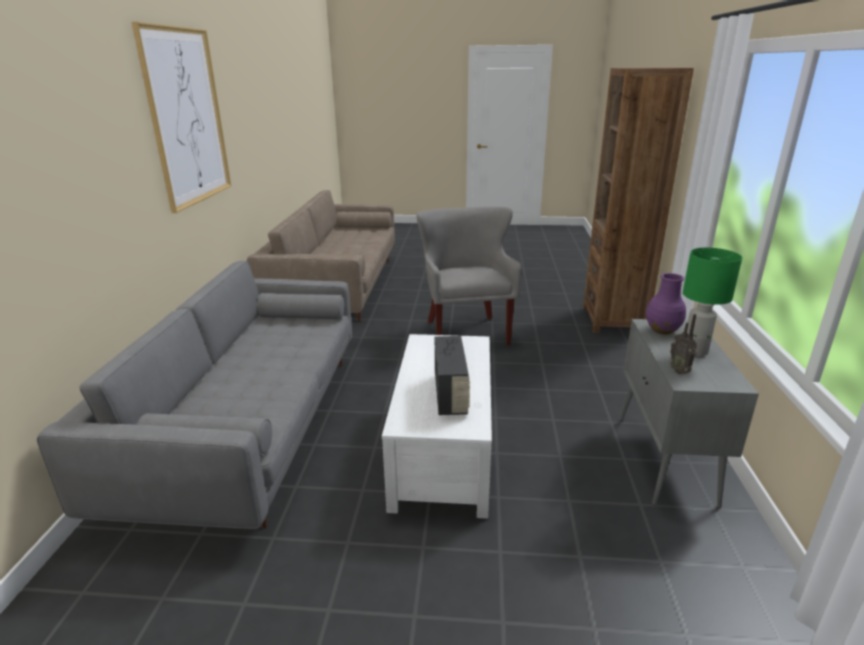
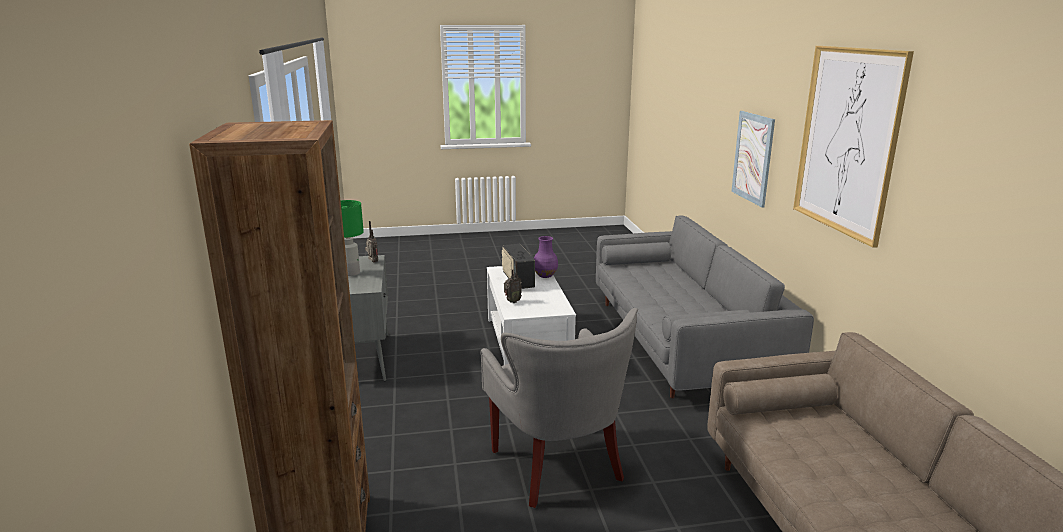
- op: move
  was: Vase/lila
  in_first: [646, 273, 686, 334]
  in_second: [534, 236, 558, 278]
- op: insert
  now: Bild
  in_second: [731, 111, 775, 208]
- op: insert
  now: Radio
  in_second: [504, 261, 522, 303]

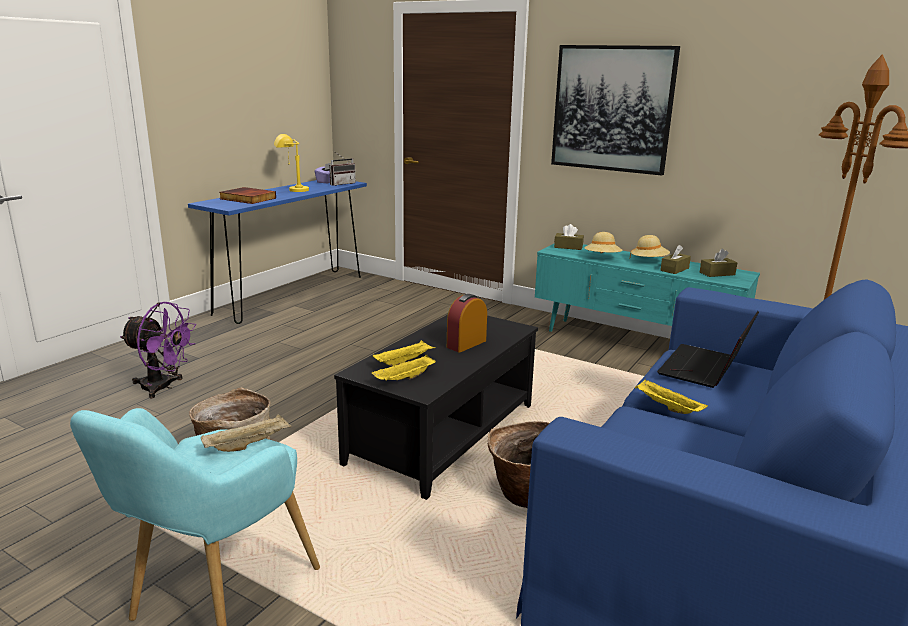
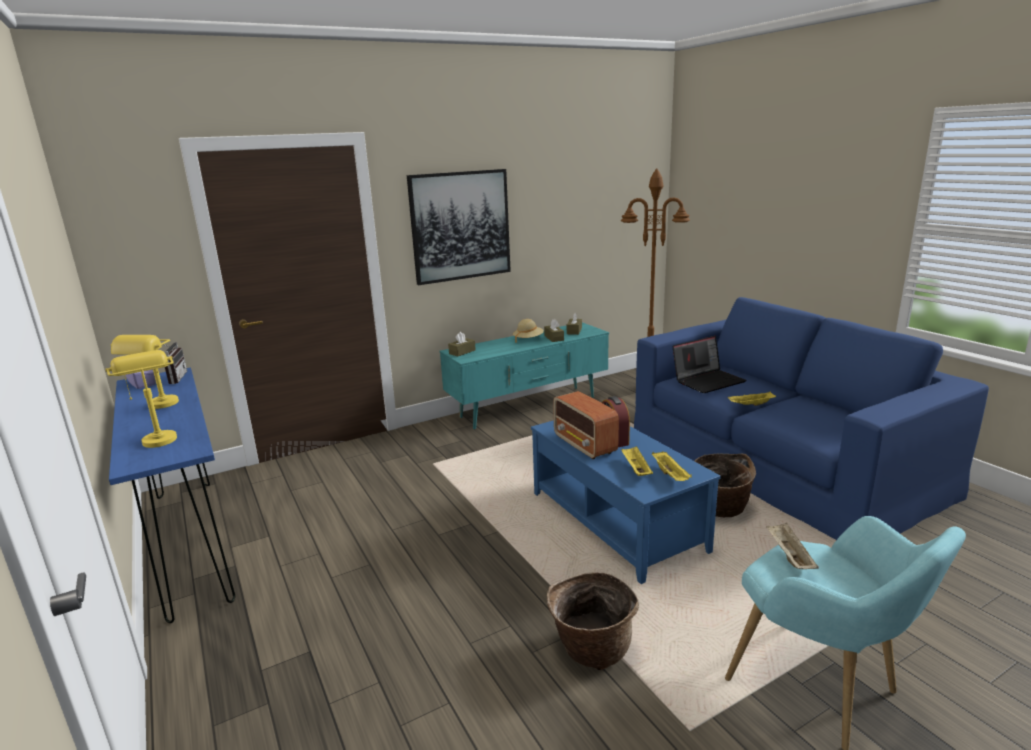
- op: replace
  was: Buch
  now: Tischlampe/gelb
  in_first: [219, 187, 276, 204]
  in_second: [105, 350, 177, 448]
- op: delete
  was: Hut/beige
  in_first: [584, 232, 622, 253]
- op: delete
  was: Ventilator/lila
  in_first: [120, 302, 196, 398]
- op: rotate
  was: Laptop
  in_first: [657, 311, 759, 388]
  in_second: [672, 336, 747, 393]
  clockwise: -90
- op: recolor
  was: Couchtisch/schwarz
  now: Couchtisch/blau
  in_first: [334, 314, 538, 500]
  in_second: [531, 420, 721, 584]
- op: insert
  now: Radio
  in_second: [553, 391, 619, 459]

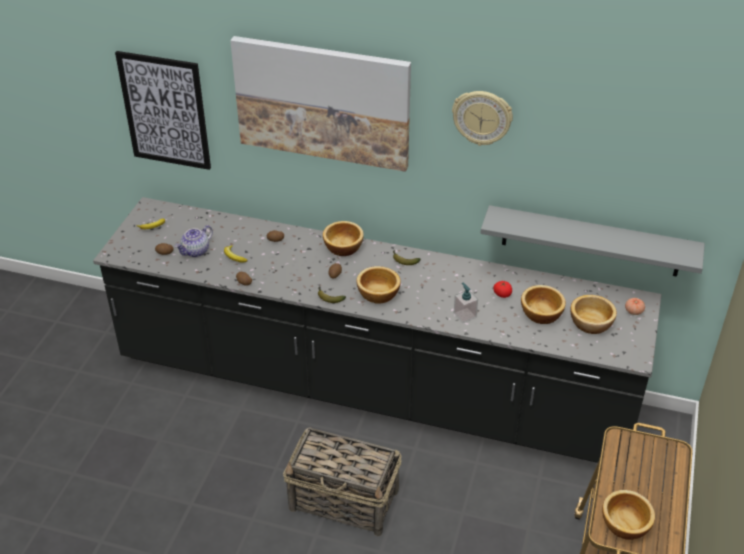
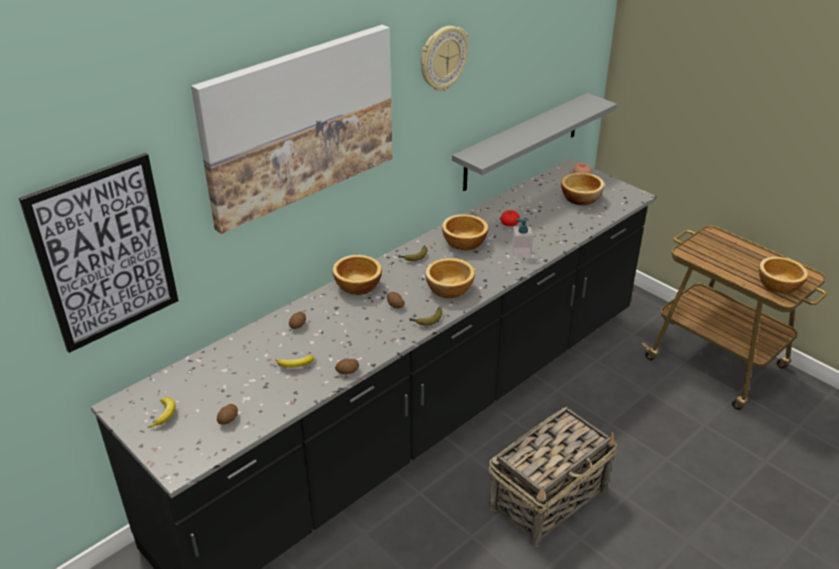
- op: delete
  was: Teekanne
  in_first: [175, 225, 213, 257]
- op: move
  was: Schüssel
  in_first: [521, 285, 566, 324]
  in_second: [442, 214, 488, 250]

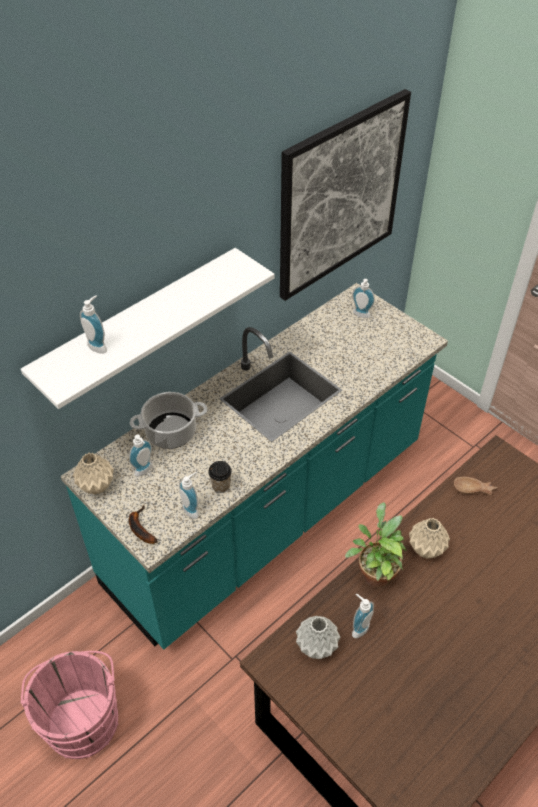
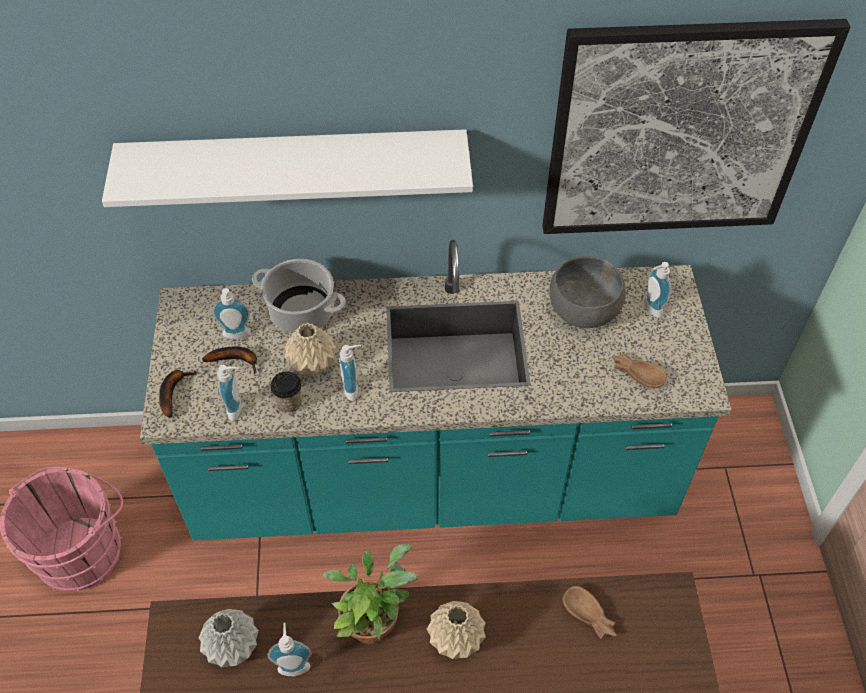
- op: move
  was: Seifenspender
  in_first: [80, 295, 107, 354]
  in_second: [339, 345, 361, 401]
- op: move
  was: Vase/beige
  in_first: [73, 453, 114, 495]
  in_second: [284, 323, 337, 377]
- op: insert
  now: Schüssel/grau
  in_second: [550, 256, 626, 328]
- op: insert
  now: Banane
  in_second: [202, 346, 257, 374]
- op: insert
  now: Schüssel/braun
  in_second: [612, 353, 667, 388]

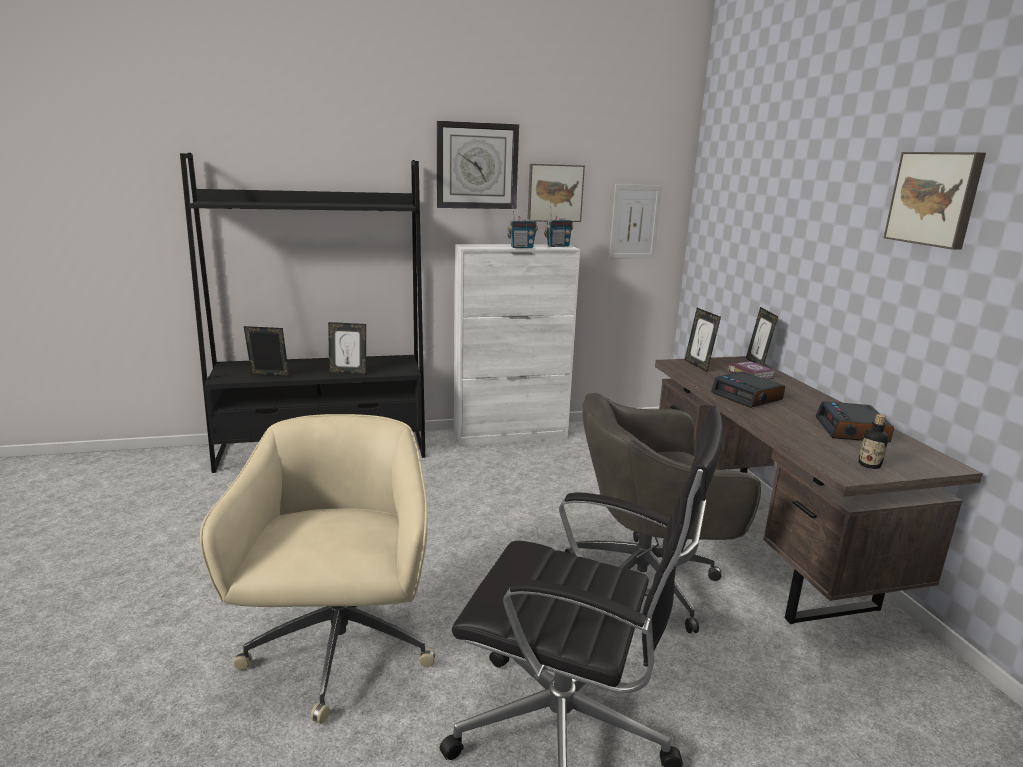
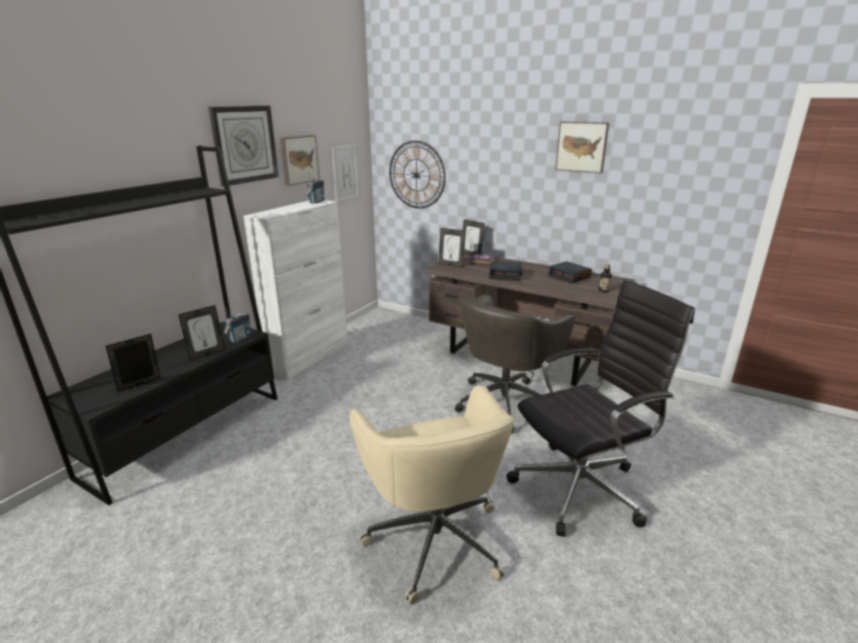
- op: move
  was: Radio
  in_first: [507, 206, 538, 248]
  in_second: [224, 308, 250, 343]
- op: rotate
  was: Bürostuhl/beige
  in_first: [200, 414, 435, 724]
  in_second: [349, 385, 515, 604]
  clockwise: -150
- op: insert
  now: Wanduhr
  in_second: [389, 140, 446, 209]

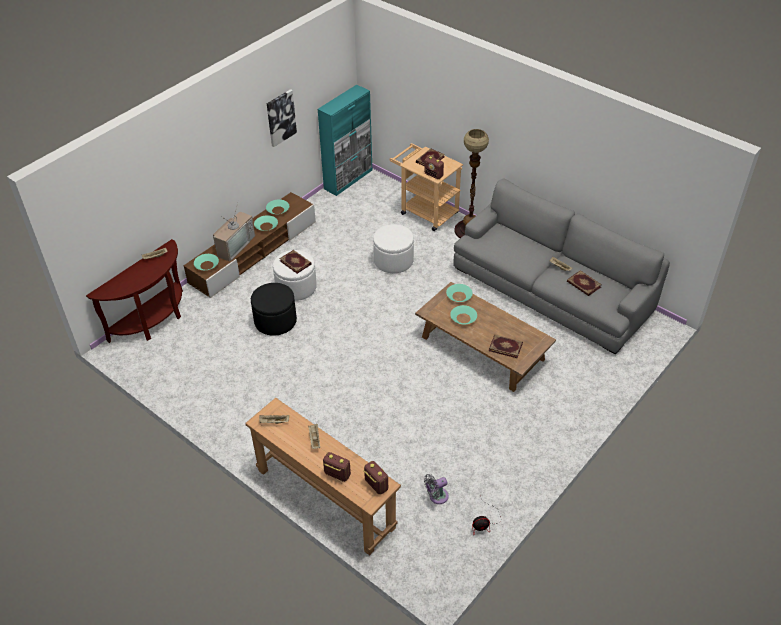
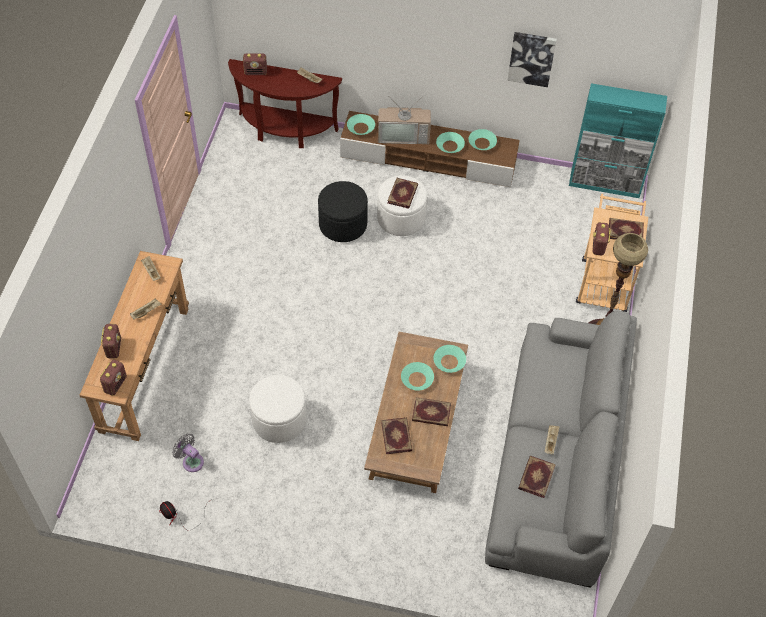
- op: move
  was: Polsterhocker/weiß
  in_first: [373, 224, 414, 273]
  in_second: [249, 375, 307, 443]
- op: insert
  now: Radio
  in_second: [243, 54, 267, 75]
- op: insert
  now: Buch
  in_second: [412, 397, 451, 426]

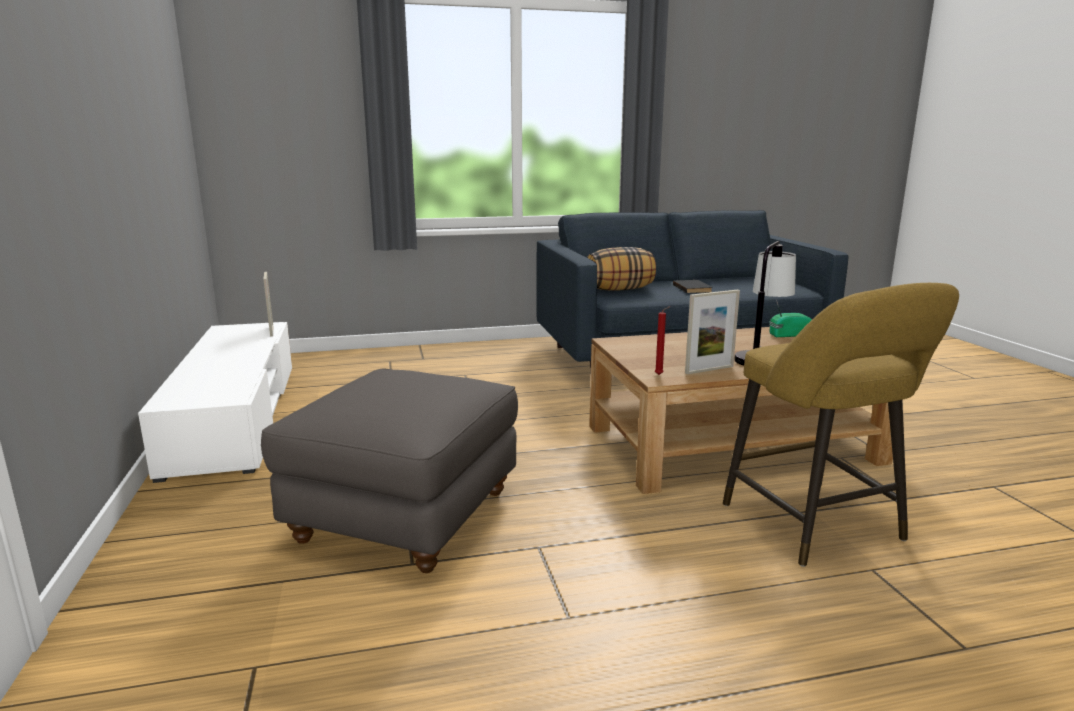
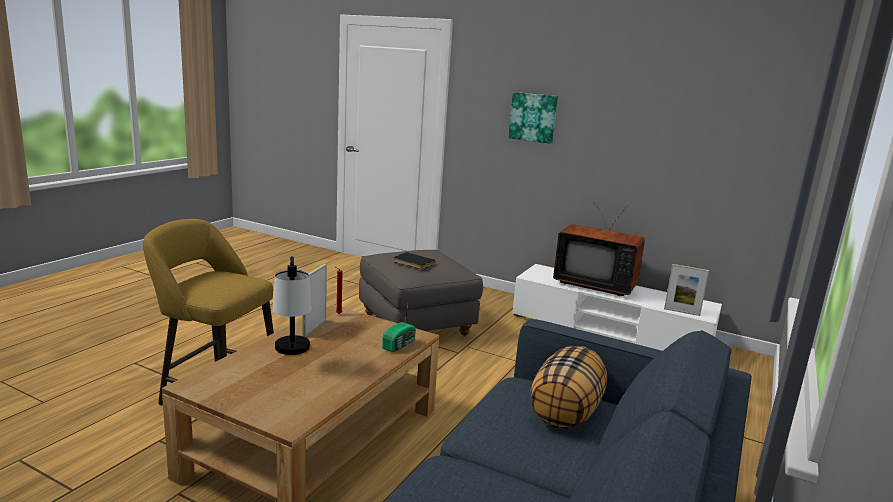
- op: move
  was: Buch/schwarz
  in_first: [673, 280, 712, 293]
  in_second: [393, 252, 436, 269]
- op: move
  was: Radio
  in_first: [769, 299, 812, 337]
  in_second: [382, 304, 416, 352]
- op: insert
  now: Bild
  in_second: [508, 92, 558, 144]
- op: insert
  now: Fernseher
  in_second: [553, 203, 645, 296]

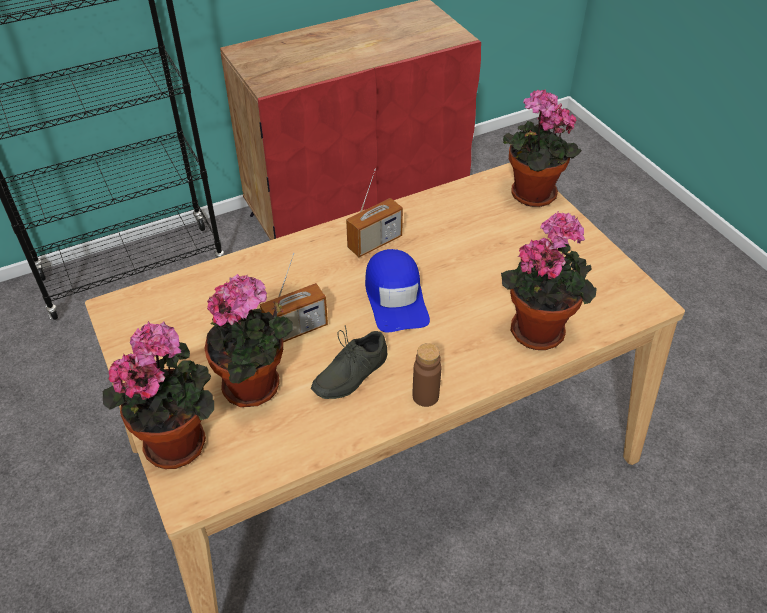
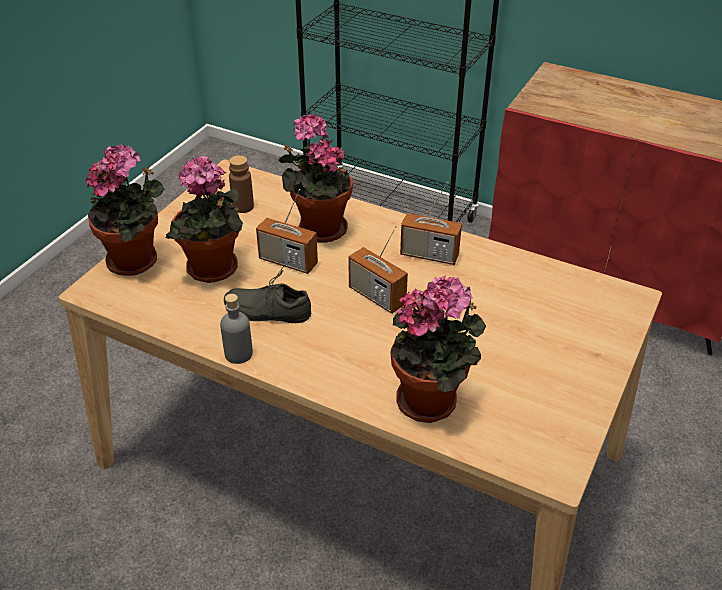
- op: move
  was: Topfpflanze
  in_first: [502, 89, 582, 207]
  in_second: [278, 114, 353, 242]
- op: replace
  was: Kappe/blau
  now: Radio
  in_first: [365, 249, 430, 333]
  in_second: [348, 225, 408, 314]
- op: move
  was: Flasche/braun
  in_first: [413, 343, 441, 407]
  in_second: [229, 155, 254, 213]
- op: insert
  now: Flasche/grau
  in_second: [220, 294, 253, 364]

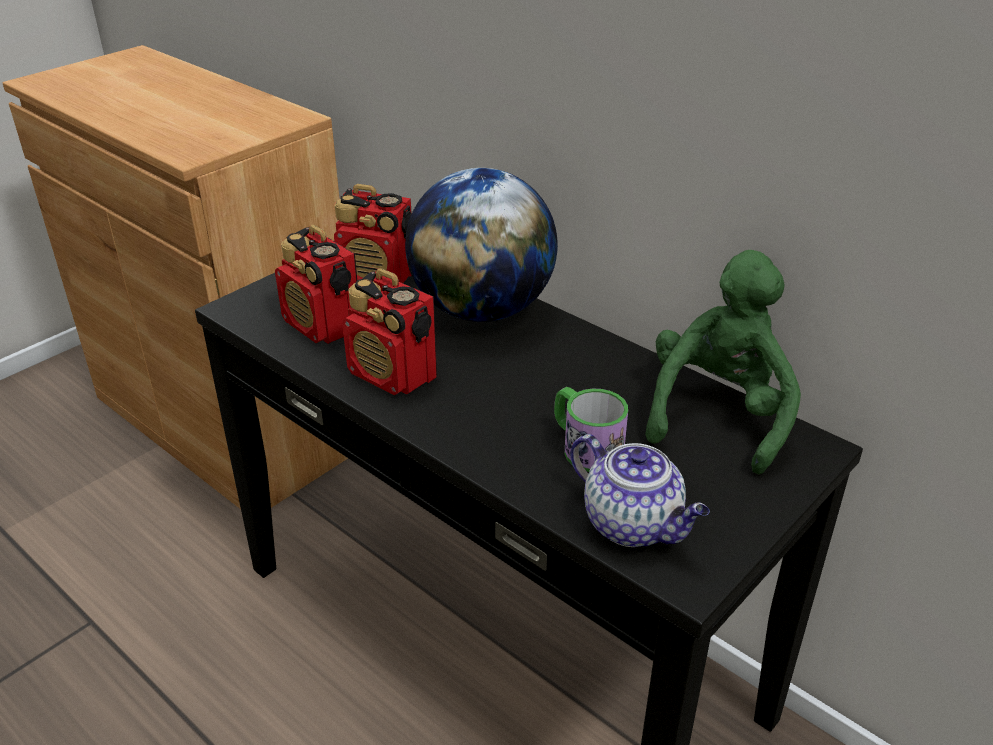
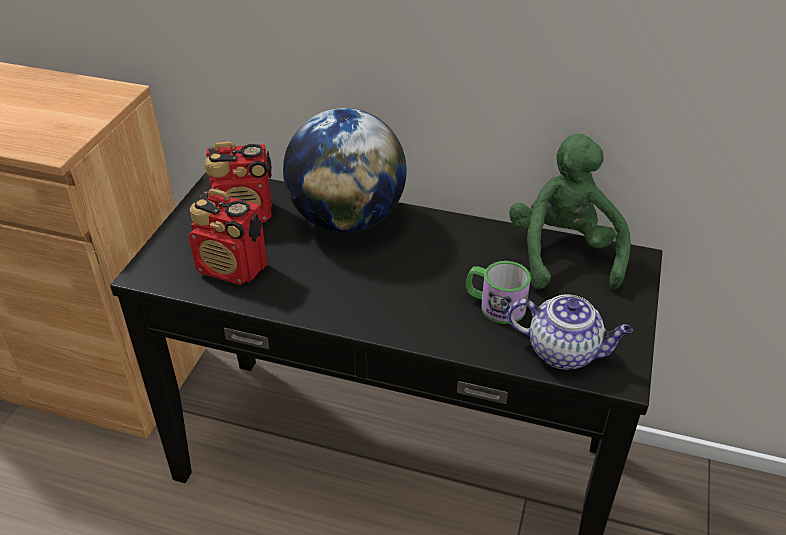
- op: delete
  was: Radio
  in_first: [342, 268, 437, 395]

